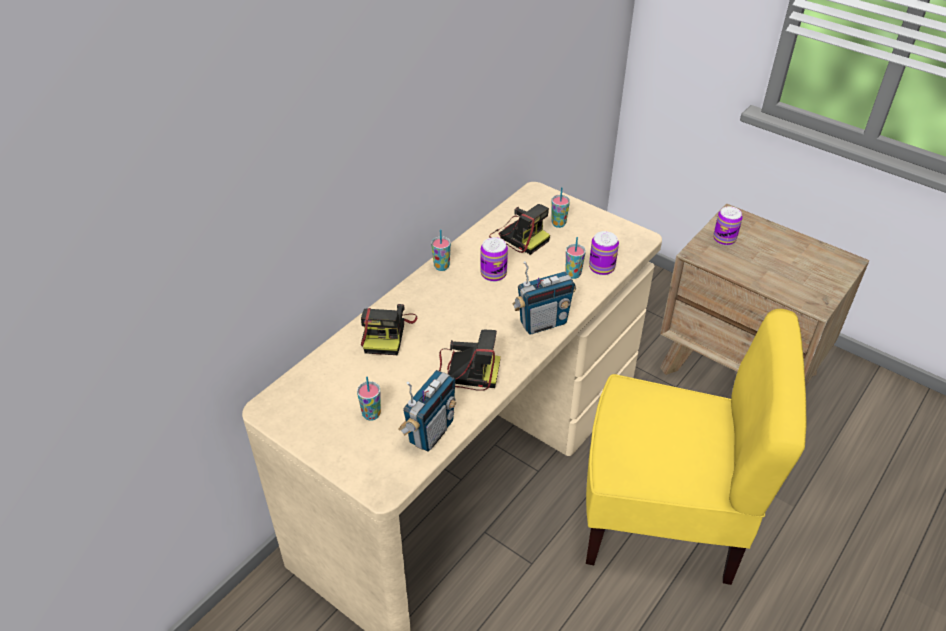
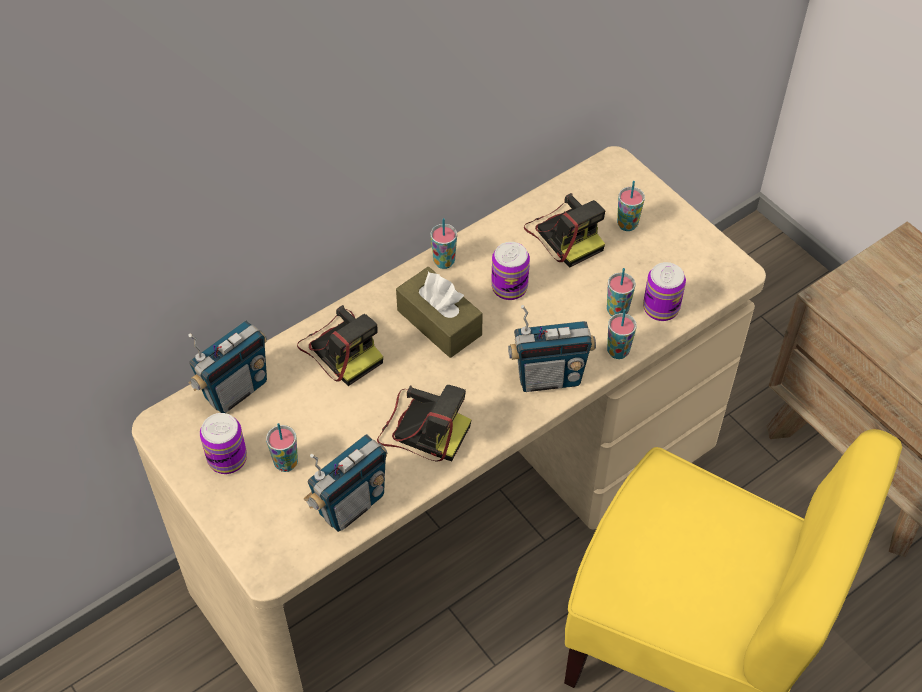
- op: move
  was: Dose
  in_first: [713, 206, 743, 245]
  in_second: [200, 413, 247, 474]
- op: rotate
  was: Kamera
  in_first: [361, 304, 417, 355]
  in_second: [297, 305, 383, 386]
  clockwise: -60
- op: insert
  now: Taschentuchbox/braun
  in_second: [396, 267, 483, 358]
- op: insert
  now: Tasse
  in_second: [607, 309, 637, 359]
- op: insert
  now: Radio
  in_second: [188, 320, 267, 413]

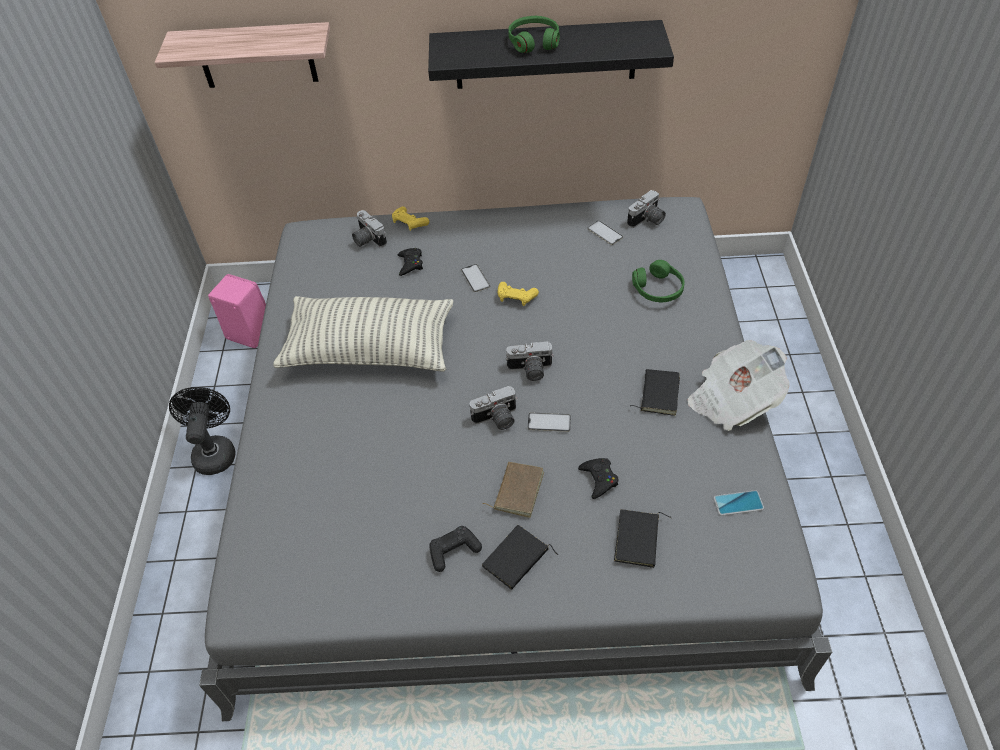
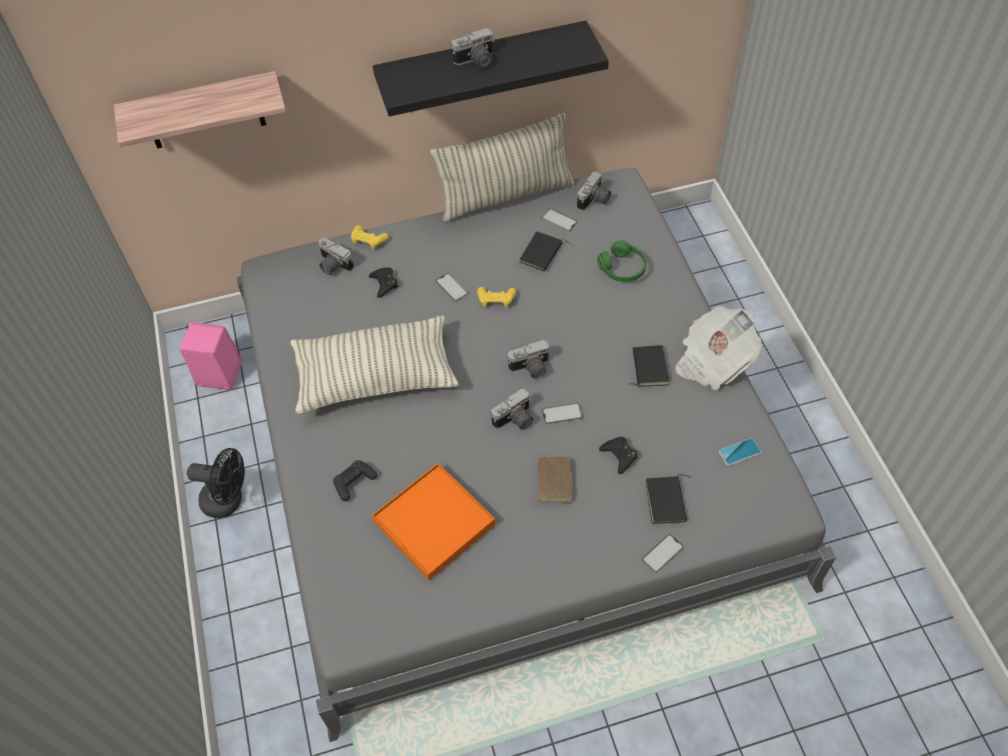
- op: replace
  was: Kopfhörer/grün
  now: Kamera
  in_first: [508, 16, 560, 53]
  in_second: [452, 28, 495, 68]
- op: rotate
  was: Ventilator/schwarz
  in_first: [169, 387, 235, 475]
  in_second: [187, 448, 245, 518]
  clockwise: 120
- op: move
  was: Buch/schwarz
  in_first: [482, 525, 558, 590]
  in_second: [519, 232, 570, 271]
- op: move
  was: Gamepad/schwarz
  in_first: [429, 526, 482, 572]
  in_second: [333, 460, 377, 501]
- op: insert
  now: Kissen
  in_second: [430, 113, 574, 222]
- op: insert
  now: Tablett/orange
  in_second: [372, 463, 495, 580]
- op: insert
  now: Handy
  in_second: [642, 534, 684, 573]

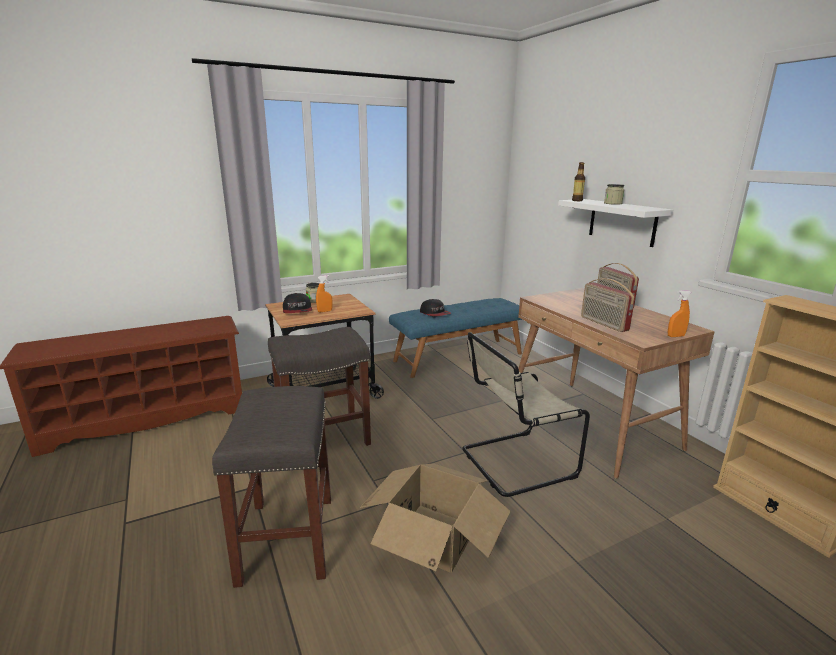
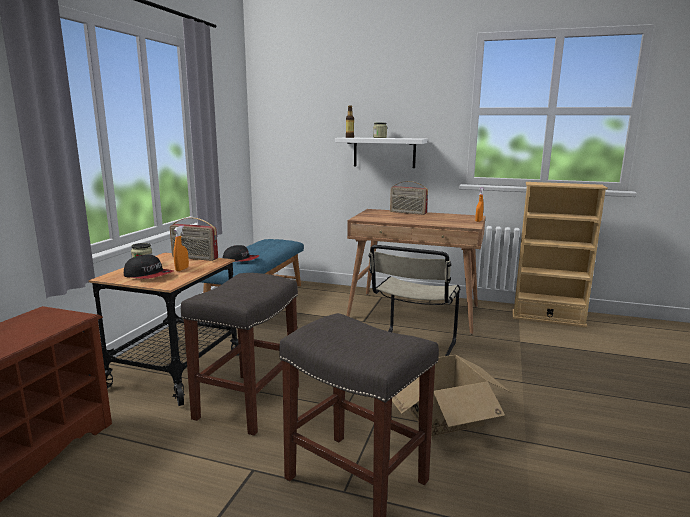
- op: move
  was: Radio
  in_first: [581, 278, 635, 332]
  in_second: [170, 217, 218, 261]

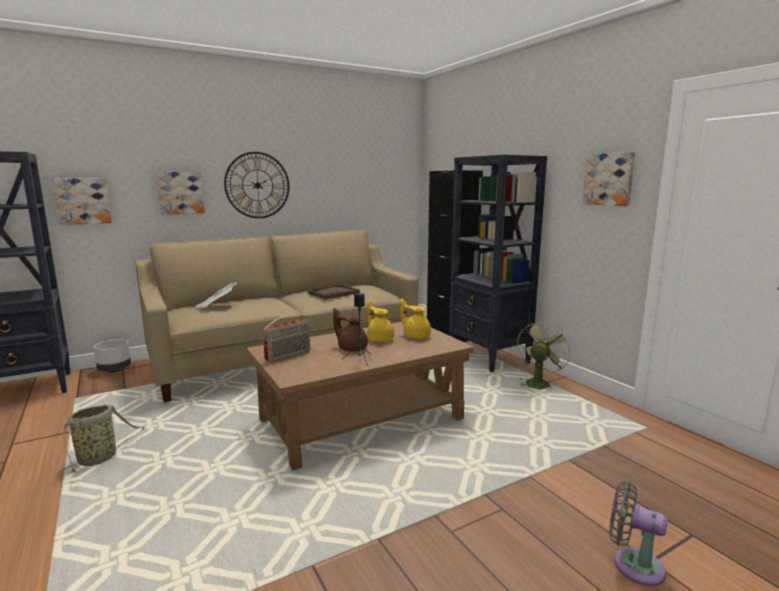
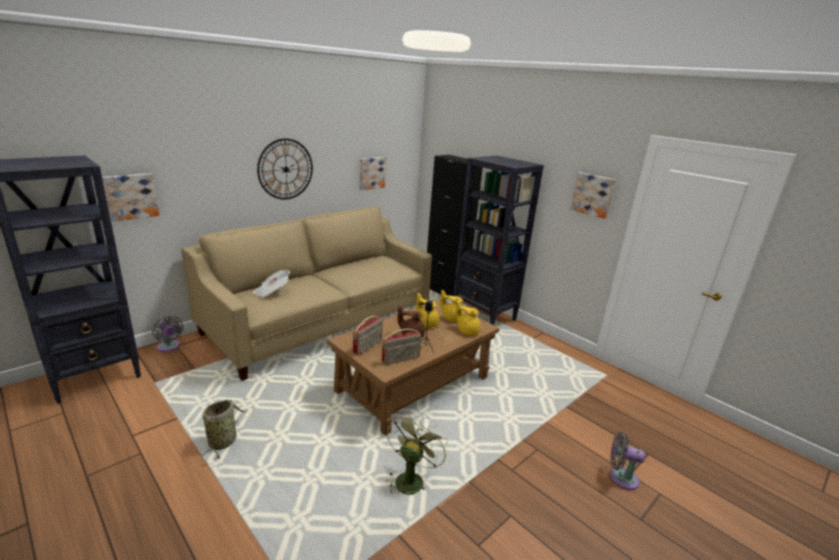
- op: move
  was: Bild
  in_first: [156, 172, 205, 214]
  in_second: [359, 157, 386, 190]
- op: delete
  was: Tablett/braun
  in_first: [308, 284, 360, 300]
- op: move
  was: Ventilator/grün
  in_first: [517, 321, 571, 389]
  in_second: [387, 413, 448, 495]
- op: replace
  was: Pflanzkübel/grau
  now: Ventilator/grau
  in_first: [94, 339, 131, 372]
  in_second: [152, 316, 183, 352]
- op: insert
  now: Teekanne/gelb
  in_second: [456, 300, 481, 335]
- op: insert
  now: Radio
  in_second: [382, 329, 422, 365]

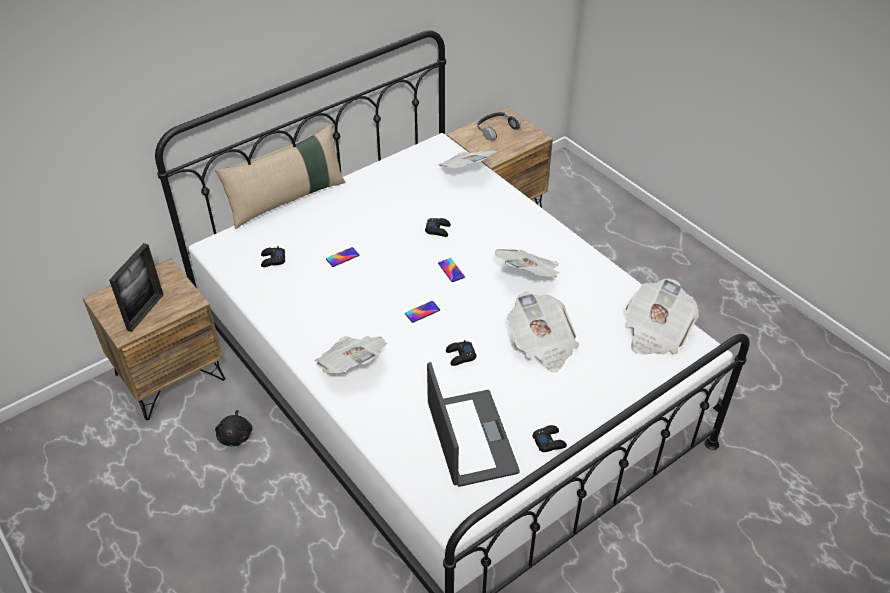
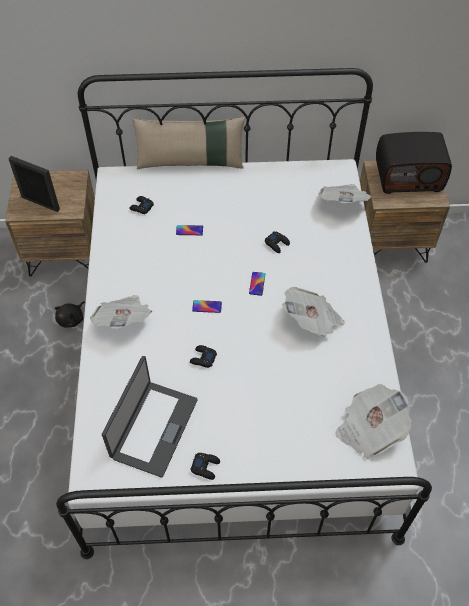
- op: replace
  was: Kopfhörer
  now: Radio
  in_first: [478, 112, 521, 141]
  in_second: [376, 132, 452, 194]
- op: rotate
  was: Bilderrahmen
  in_first: [109, 243, 163, 332]
  in_second: [8, 156, 60, 212]
  clockwise: -120
- op: delete
  was: Zeitung
  in_first: [507, 292, 579, 372]

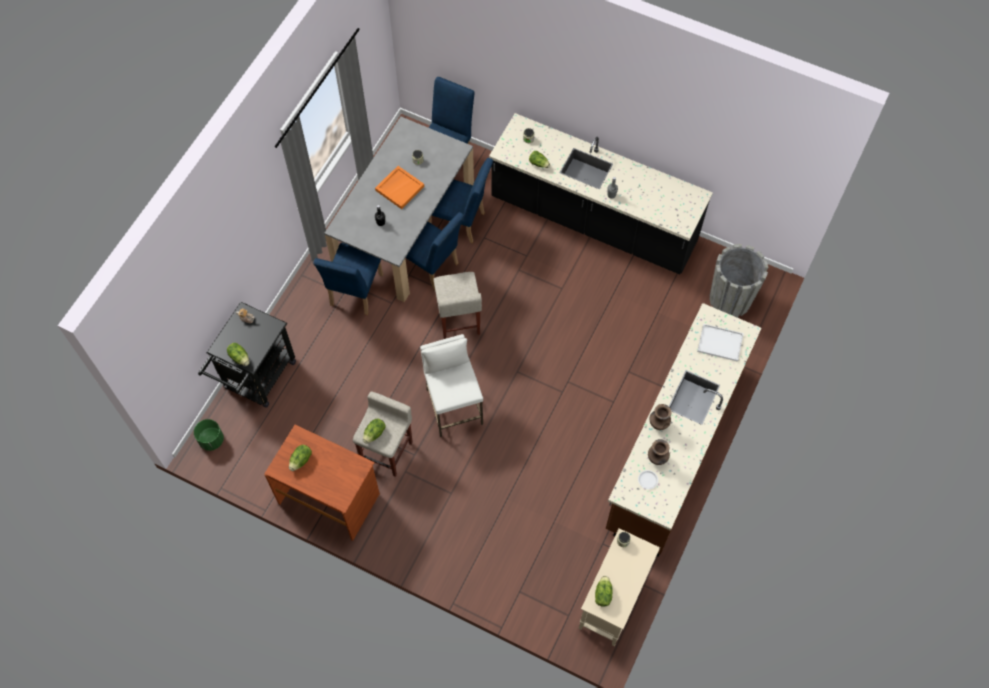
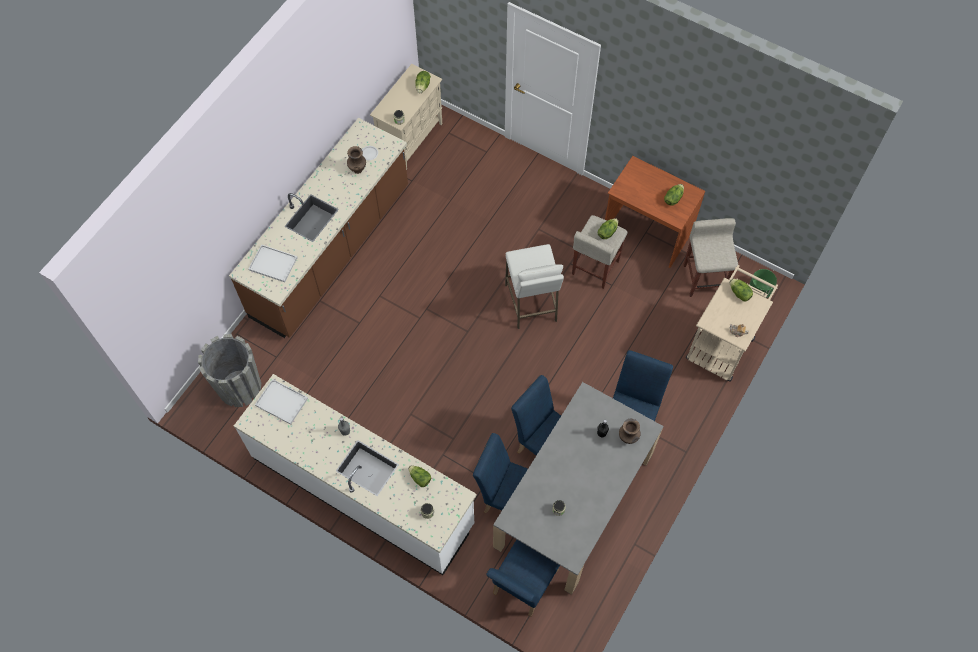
- op: recolor
  was: Küchenzeile/schwarz
  now: Küchenzeile/weiß
  in_first: [489, 113, 713, 274]
  in_second: [234, 374, 477, 575]
- op: delete
  was: Tablett/orange
  in_first: [375, 166, 424, 209]
- op: move
  was: Hocker/beige
  in_first: [434, 272, 482, 339]
  in_second: [683, 218, 738, 297]
- op: recolor
  was: Rollwagen/schwarz
  now: Rollwagen/beige
  in_first: [198, 302, 296, 408]
  in_second: [686, 265, 778, 382]
- op: move
  was: Vase/braun
  in_first: [649, 404, 672, 430]
  in_second: [619, 419, 641, 444]
- op: insert
  now: Tablett/weiß
  in_second: [255, 379, 308, 425]

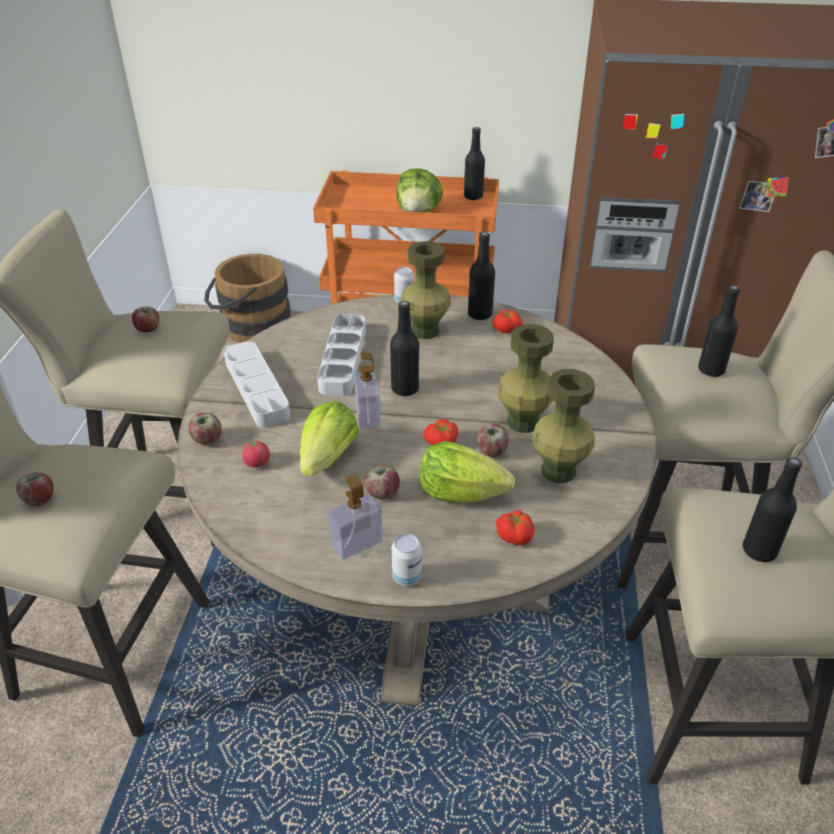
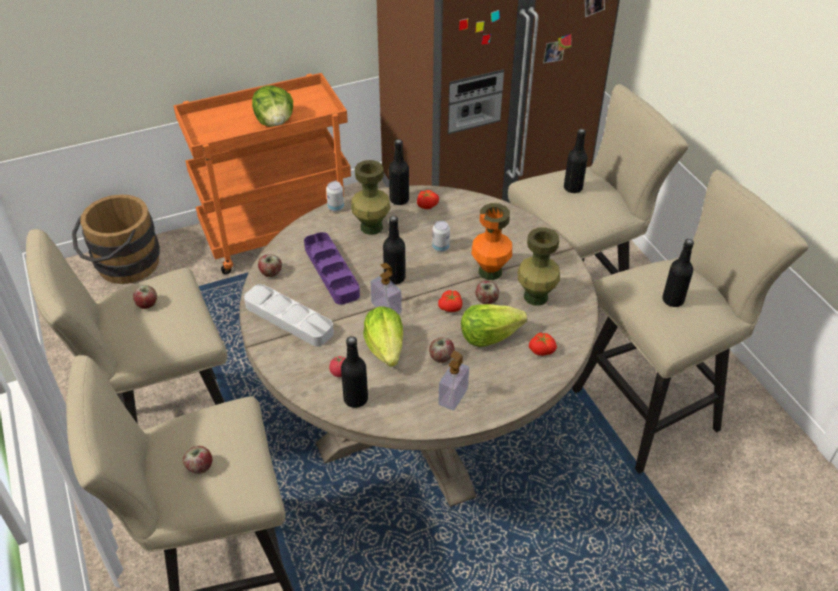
- op: move
  was: Flasche/schwarz
  in_first: [464, 127, 485, 201]
  in_second: [341, 336, 368, 408]
- op: recolor
  was: Tablett/grau
  now: Tablett/lila
  in_first: [317, 314, 366, 396]
  in_second: [304, 232, 360, 305]
- op: recolor
  was: Vase/grün
  now: Vase/orange
  in_first: [498, 324, 554, 433]
  in_second: [471, 203, 512, 280]
- op: move
  was: Apfel
  in_first: [189, 413, 222, 445]
  in_second: [258, 254, 282, 277]
- op: move
  was: Dose
  in_first: [392, 534, 422, 586]
  in_second: [432, 221, 450, 252]

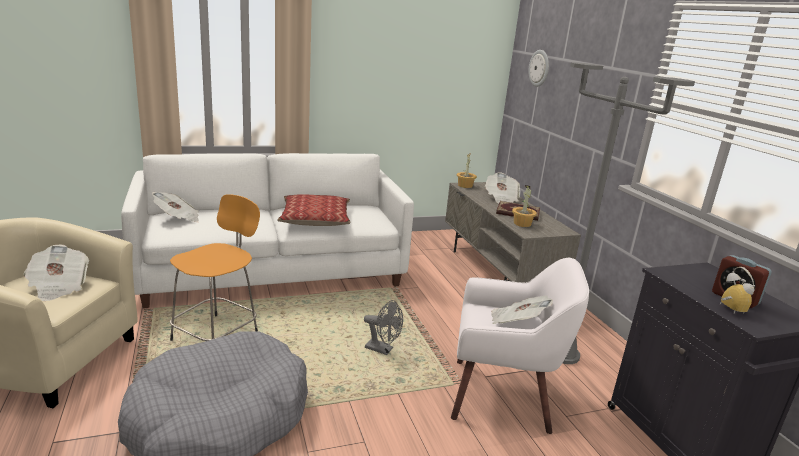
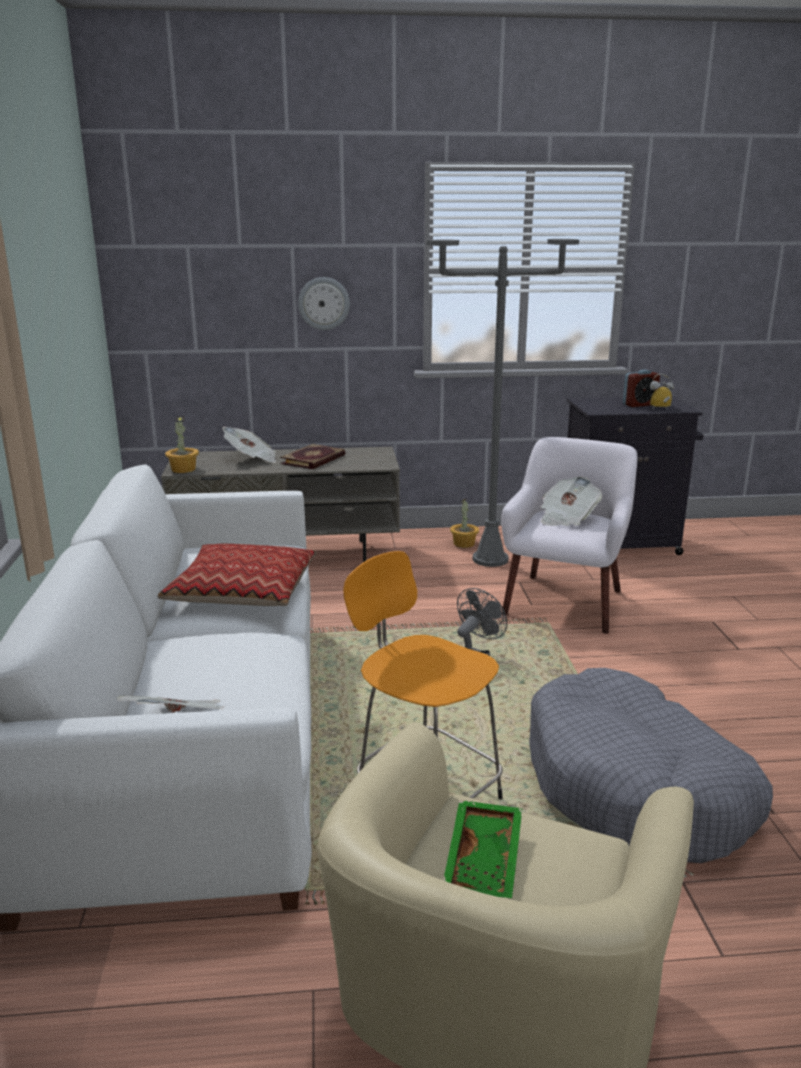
- op: move
  was: Wanduhr
  in_first: [528, 50, 549, 87]
  in_second: [298, 277, 350, 330]
- op: move
  was: Topfpflanze
  in_first: [512, 185, 537, 227]
  in_second: [450, 499, 479, 548]
- op: replace
  was: Zeitung
  now: Tablett/grün
  in_first: [24, 244, 89, 301]
  in_second: [443, 800, 522, 898]

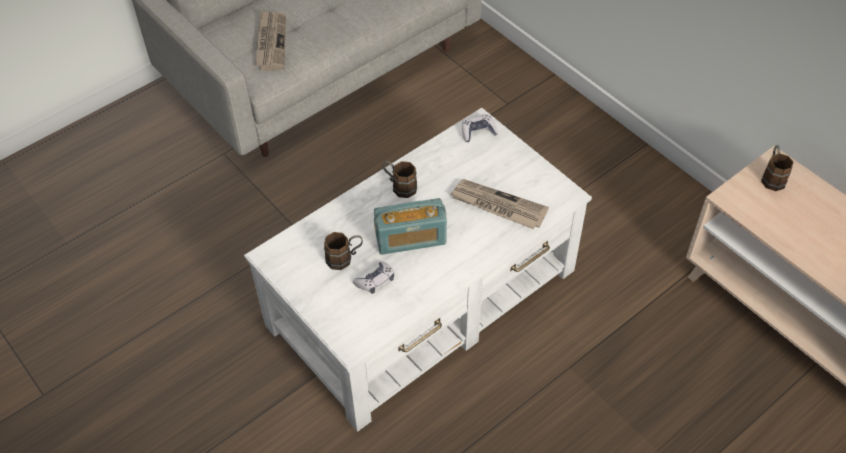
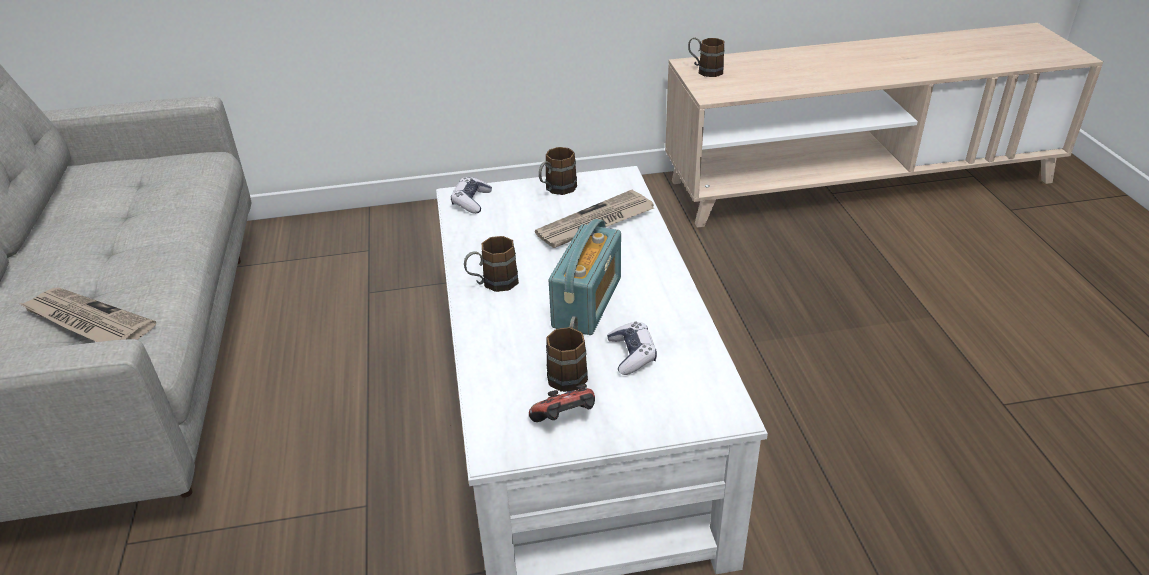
- op: insert
  now: Henkelbecher/braun
  in_second: [539, 147, 577, 195]
- op: insert
  now: Gamepad
  in_second: [529, 384, 595, 422]

